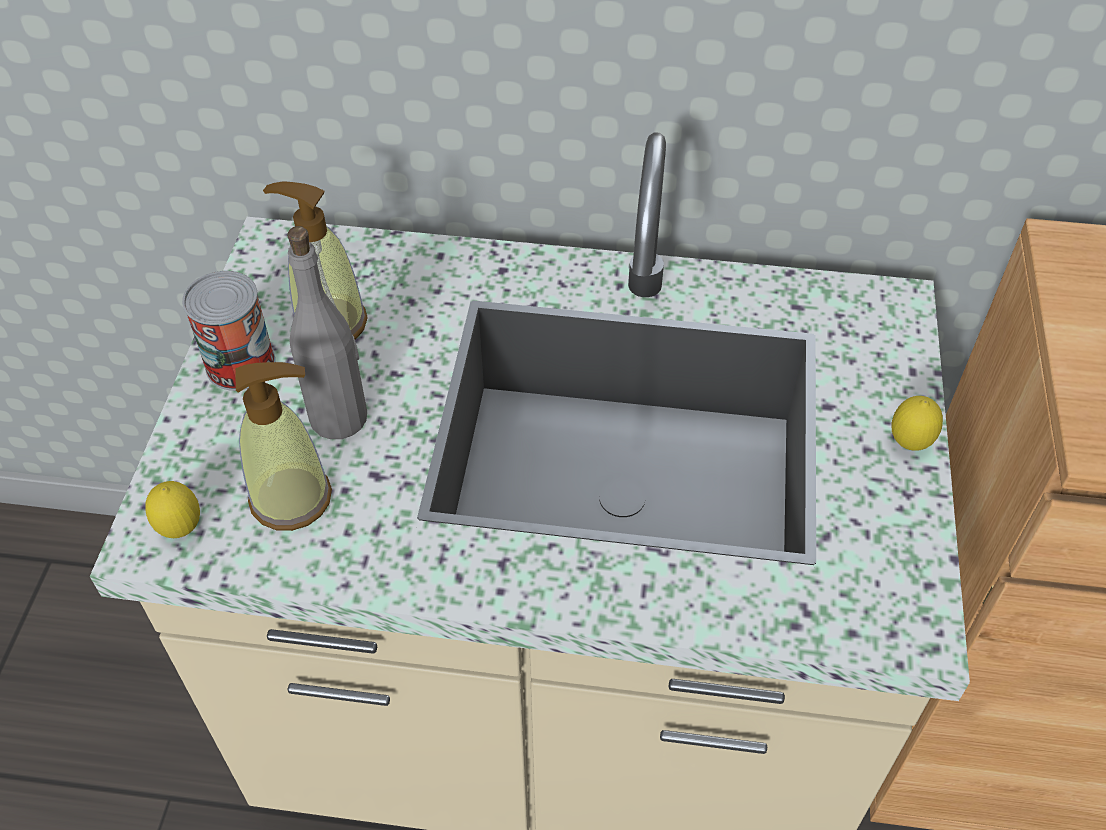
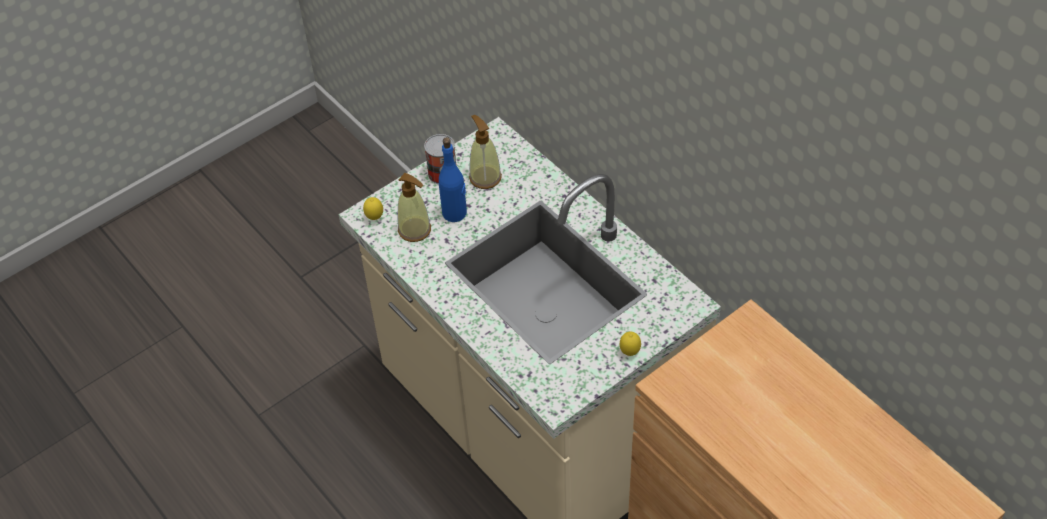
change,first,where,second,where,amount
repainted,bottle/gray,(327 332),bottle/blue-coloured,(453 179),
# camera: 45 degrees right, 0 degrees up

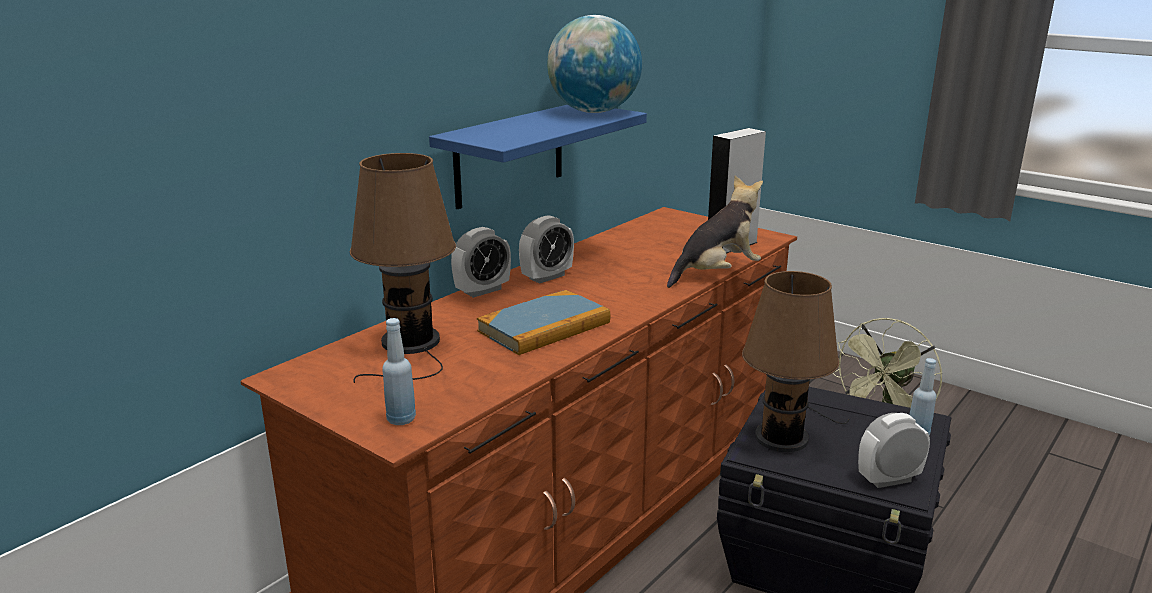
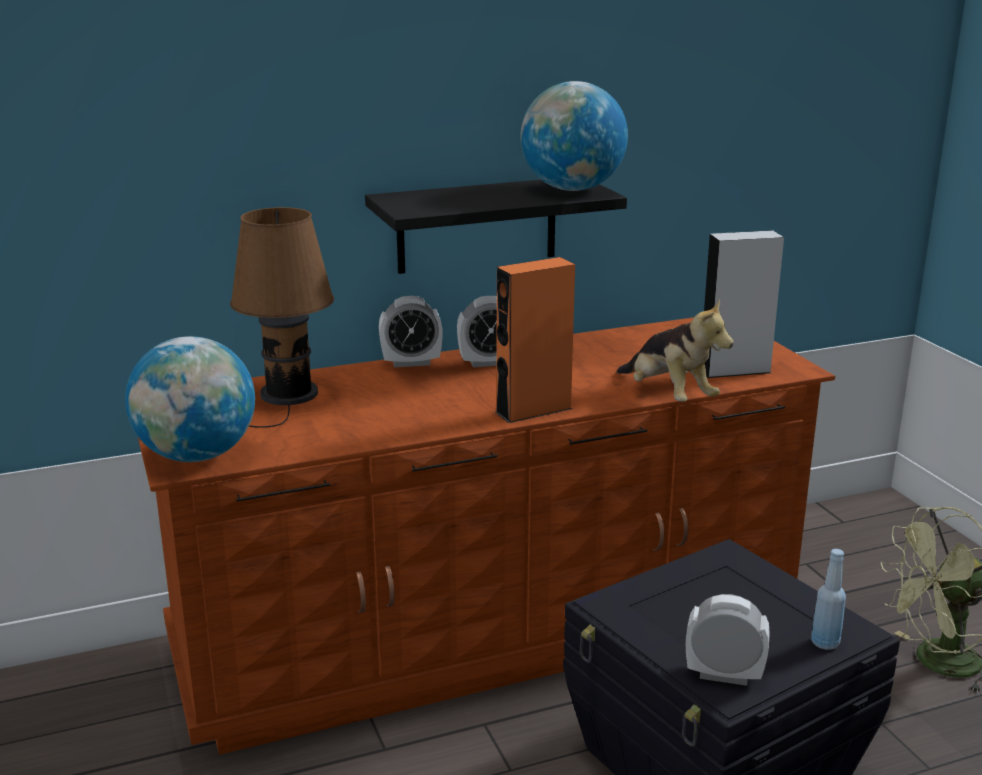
change,first,where,second,where,amount
gone,book,(543 322),,,
gone,lamp for a table/brown,(795 361),,,
new,,,audio speaker/orange-coloured,(535 340),
swapped,bottle/blue-coloured,(399 371),world globe,(190 399),
repainted,wall shelf/blue-coloured,(538 157),wall shelf/black,(496 227),
rotated,plush toy,(715 232),,(675 350),60 degrees clockwise
# camera: 30 degrees right, 0 degrees up

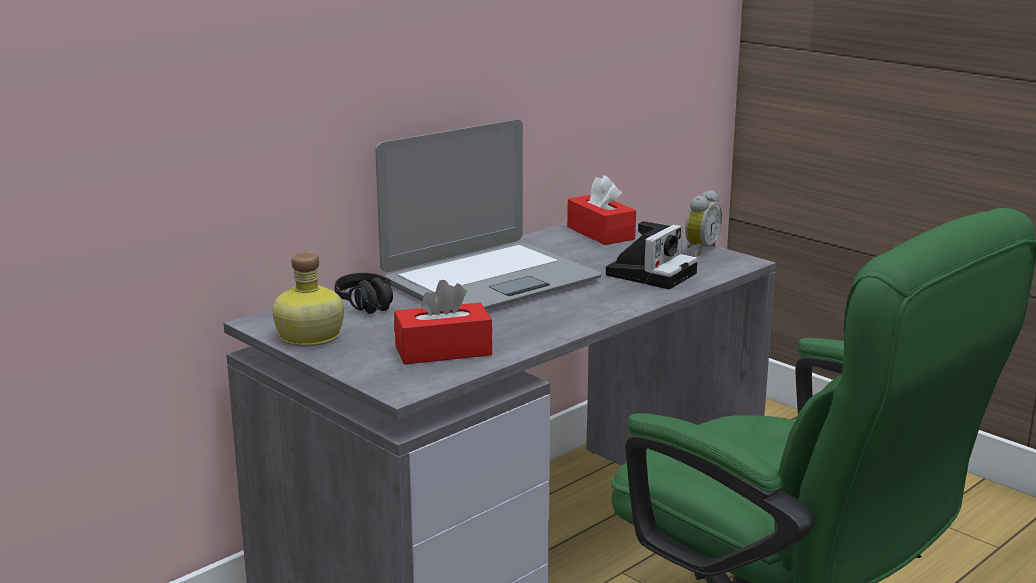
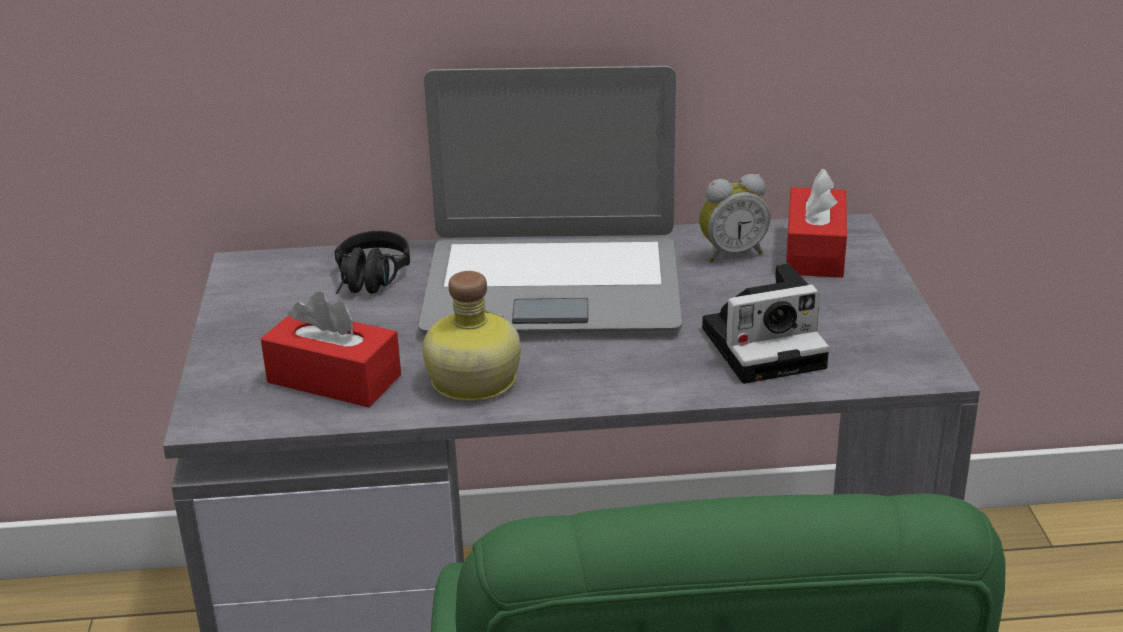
change,first,where,second,where,amount
shifted,bottle,(308 299),,(471 336),
shifted,table clock,(703 223),,(735 218),
# camera: 40 degrees right, 10 degrees up

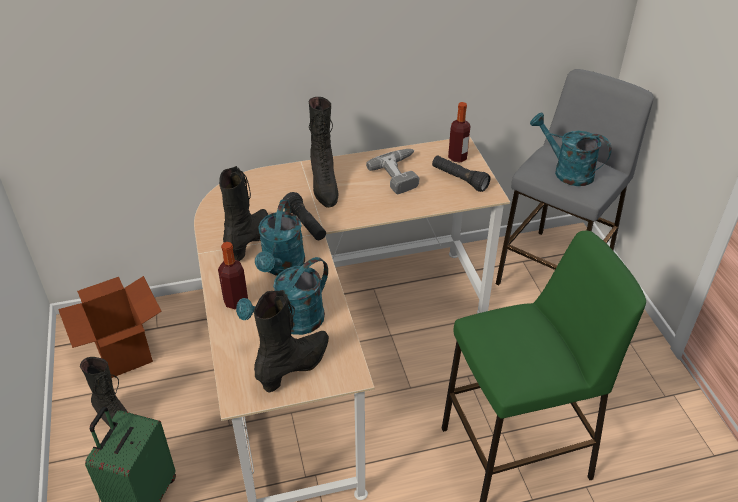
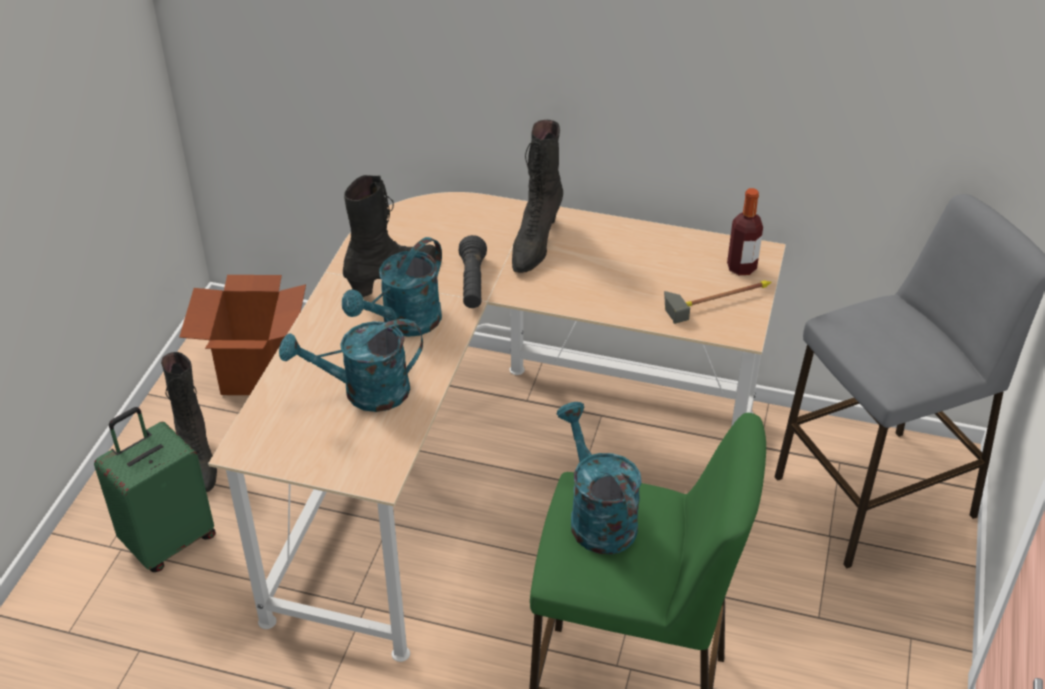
change,first,where,second,where,amount
gone,bottle,(233 275),,,
gone,tall boot/black,(291 341),,,
gone,power drill,(393 171),,,
shifted,watering can/turquoise-coloured,(571 149),,(599 478),
swapped,hand torch/black,(461 174),tool hammer,(718 302),
# camera: 30 degrees right, 0 degrees up

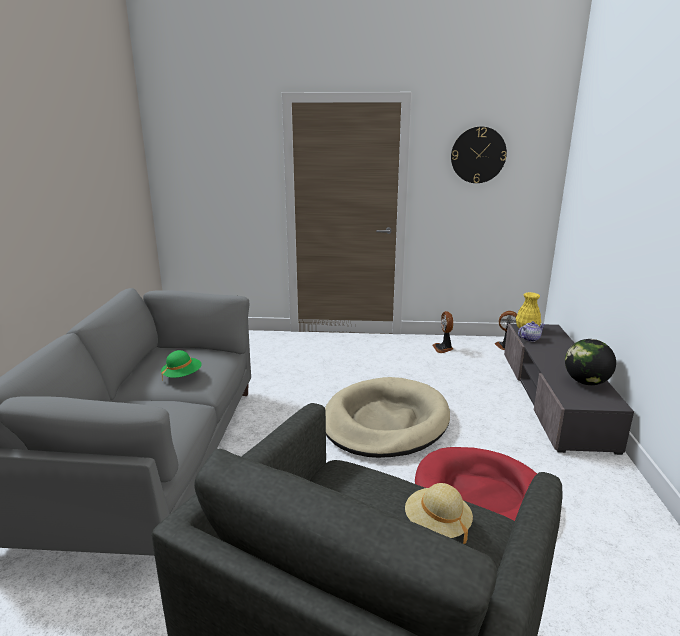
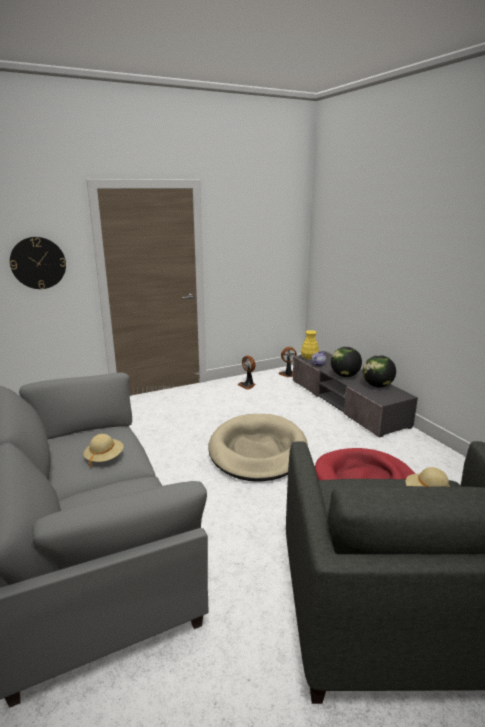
change,first,where,second,where,amount
new,,,world globe,(346 362),
shifted,clock on the wall,(479 155),,(38 263),
repainted,clothing hat/green,(181 365),clothing hat/sand-coloured,(104 451),
# camera: 30 degrees left, 0 degrees up

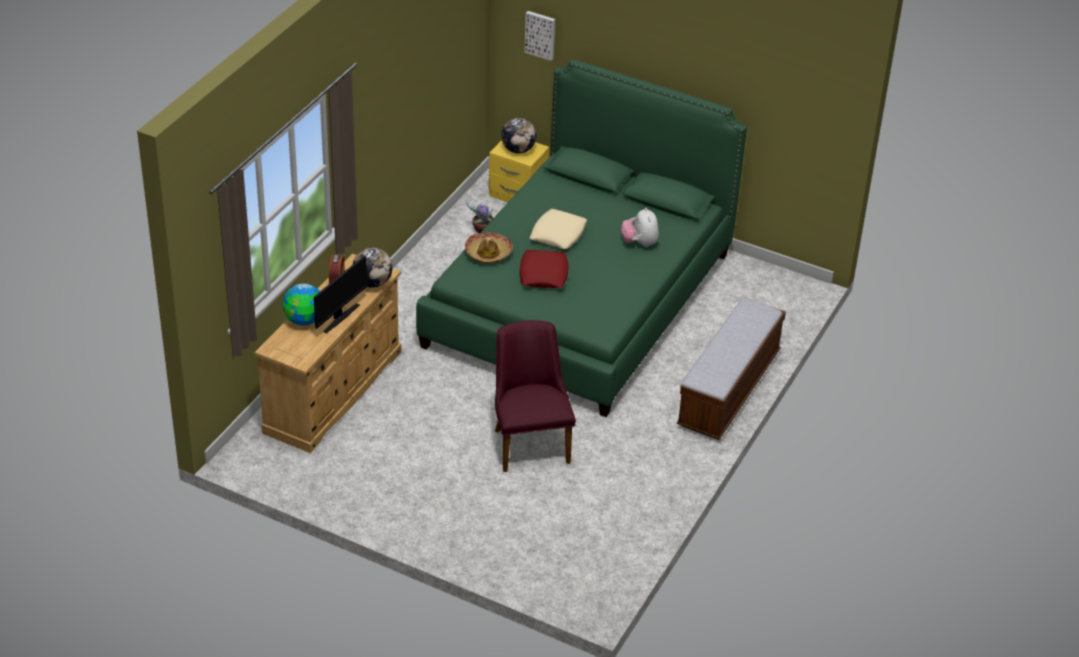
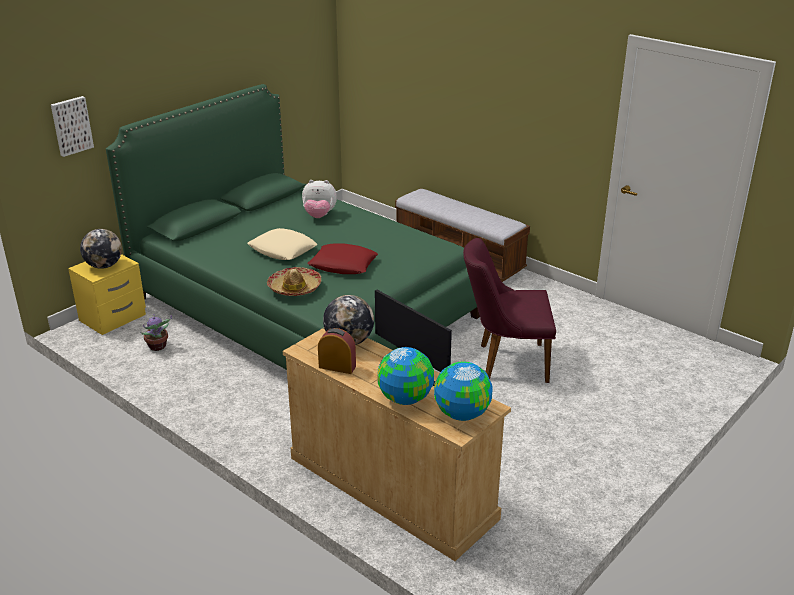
change,first,where,second,where,amount
new,,,world globe,(463 391),
# camera: 75 degrees left, 10 degrees down

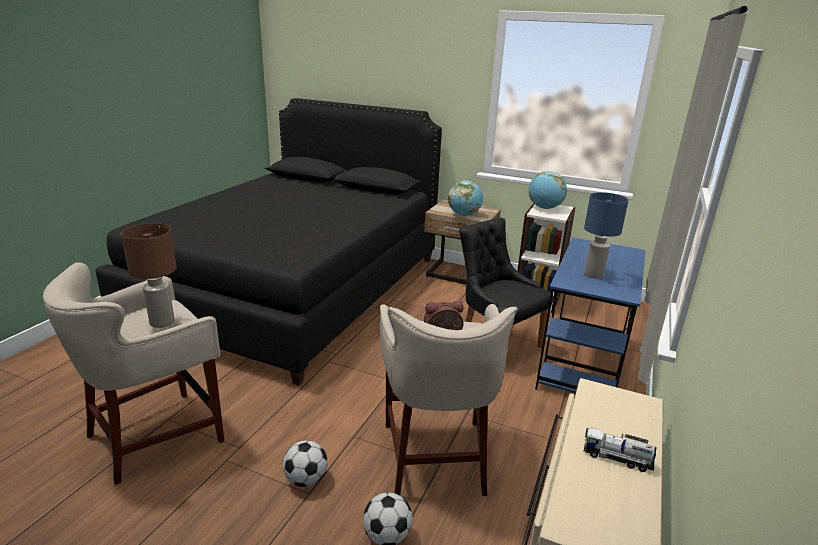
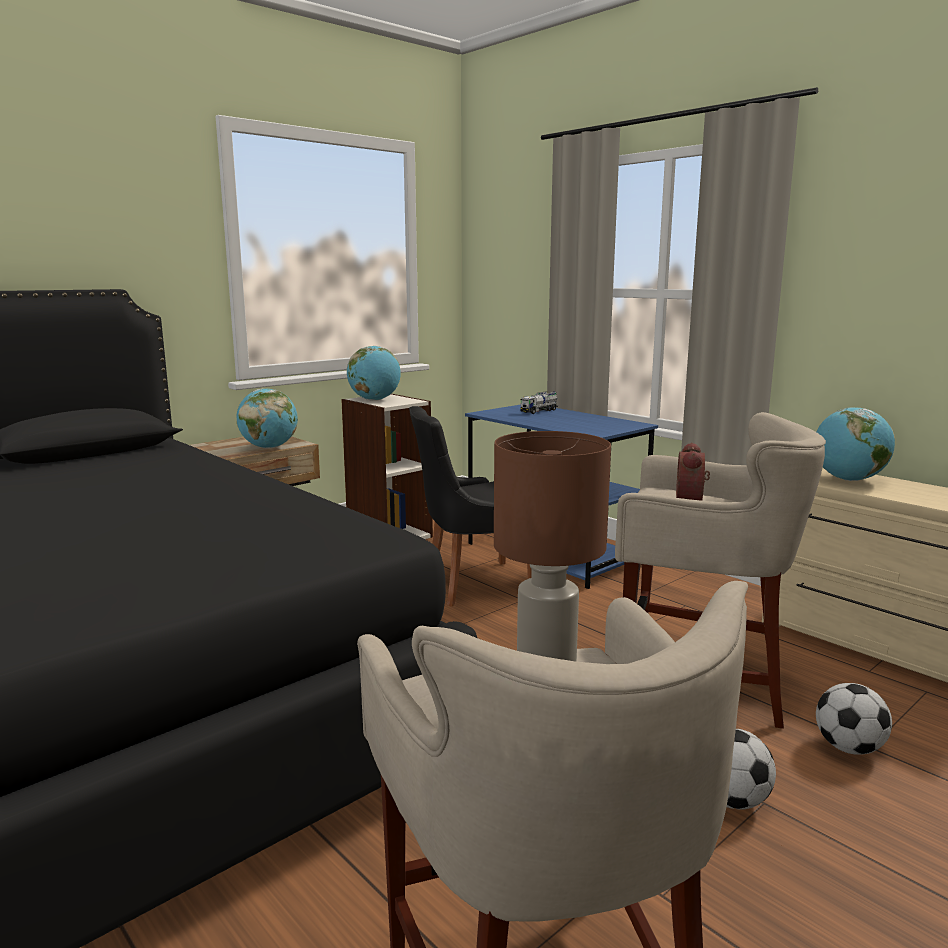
change,first,where,second,where,amount
gone,lamp for a table/blue-coloured,(606 235),,,
new,,,world globe,(856 444),
shifted,model truck,(620 449),,(539 402),
# camera: 65 degrees left, 10 degrees down

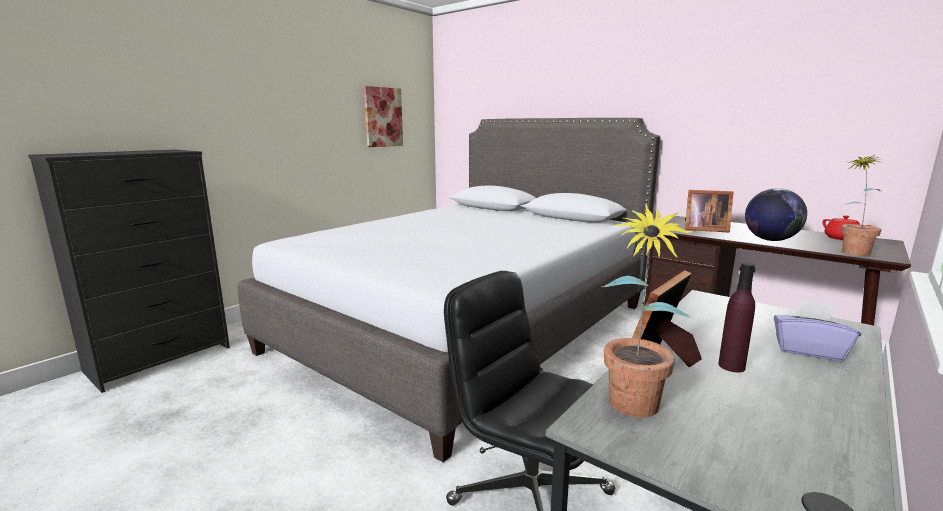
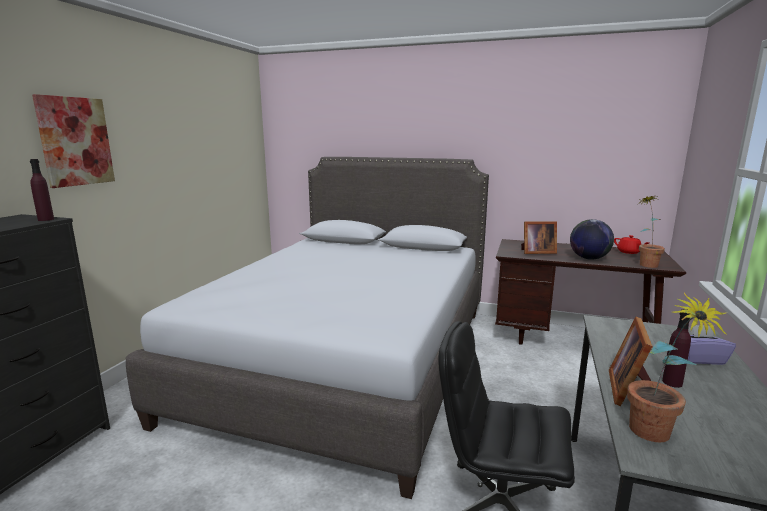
change,first,where,second,where,amount
new,,,bottle/purple-coloured,(42 190),
shifted,picture,(383 116),,(73 141),
# camera: 20 degrees left, 0 degrees up

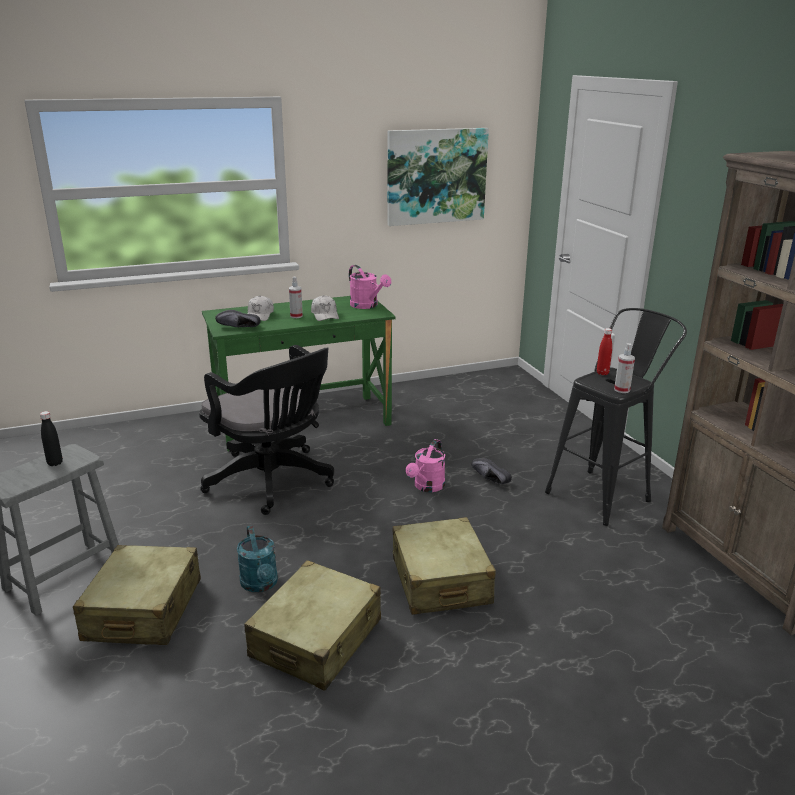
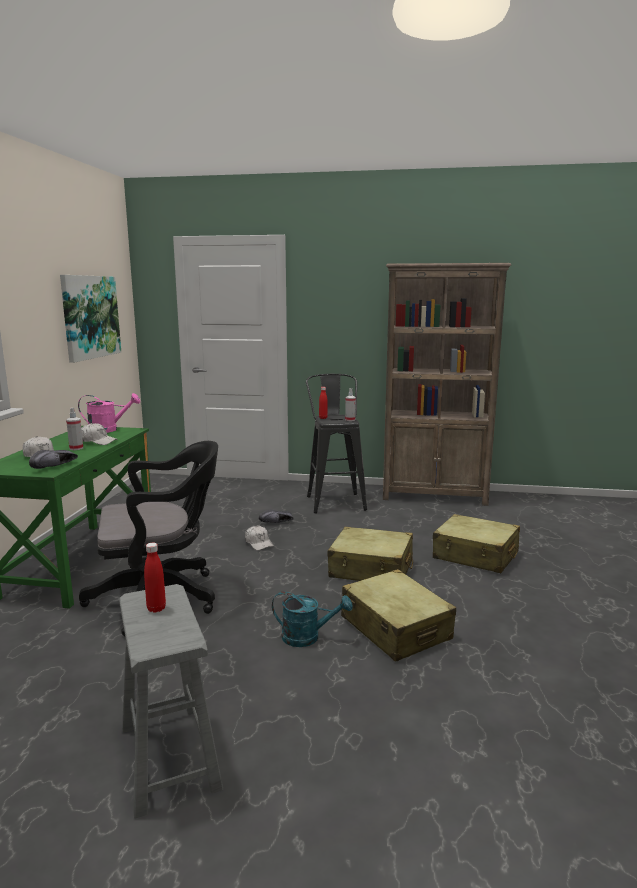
change,first,where,second,where,amount
shifted,travel case/sand-coloured,(137 595),,(476 543),
swapped,watering can/pink-coloured,(425 465),baseball cap/whitish,(259 538),
repainted,bottle/black,(51 438),bottle/red-coloured,(155 578),
# camera: 60 degrees left, 10 degrees down

